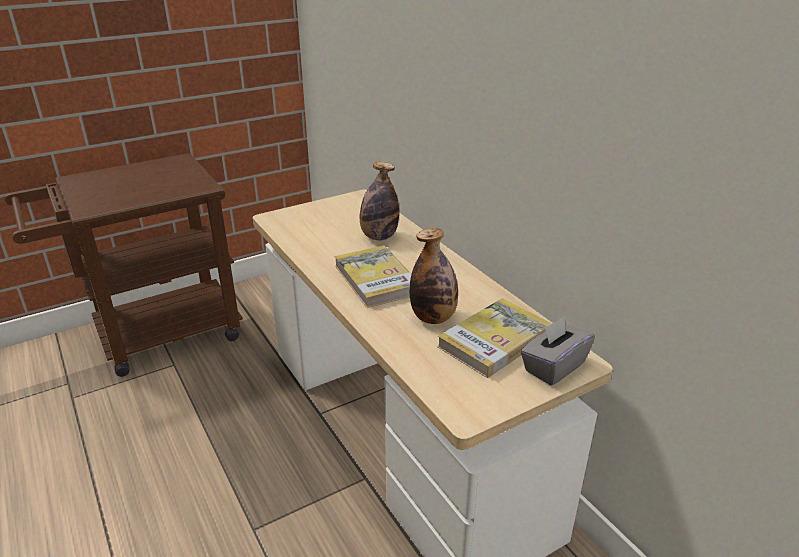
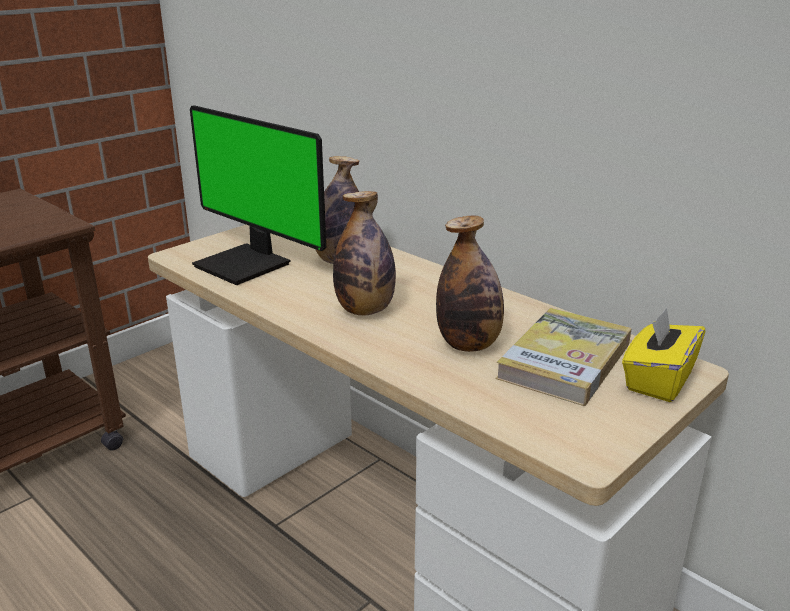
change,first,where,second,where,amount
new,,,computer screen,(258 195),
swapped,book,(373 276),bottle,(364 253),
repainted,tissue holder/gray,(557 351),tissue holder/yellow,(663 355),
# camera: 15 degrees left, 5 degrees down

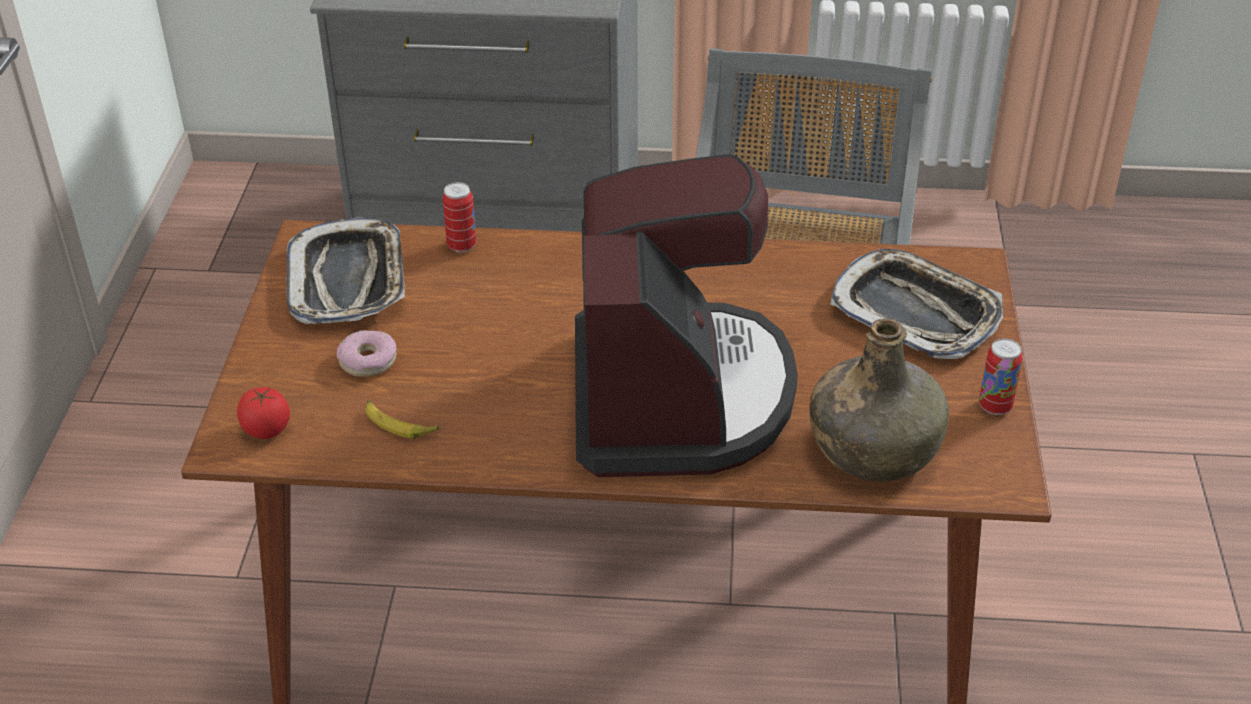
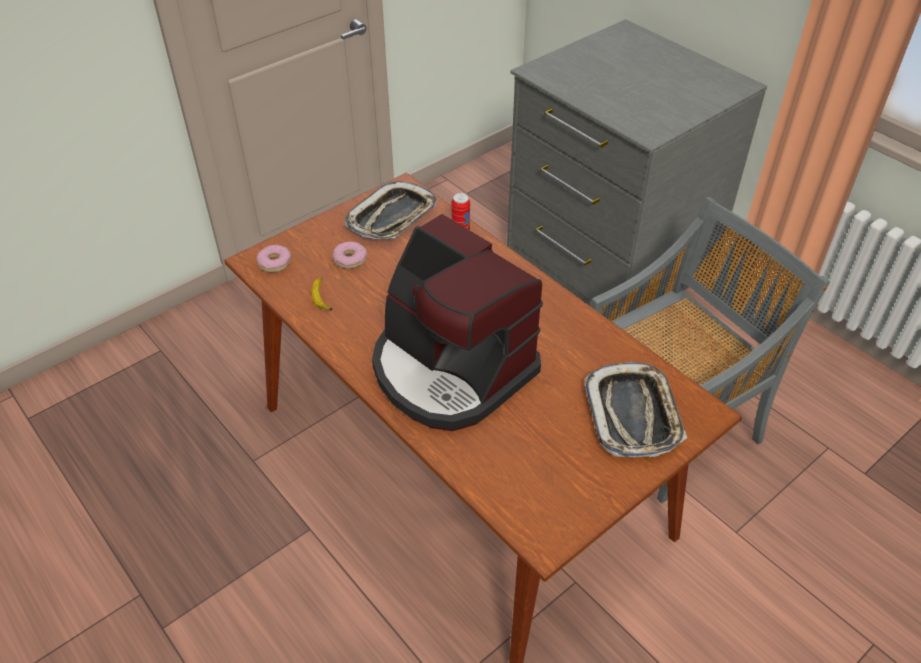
change,first,where,second,where,amount
gone,bottle/green,(879 400),,,
gone,can,(1001 376),,,
swapped,whole tomato,(263 413),donut,(274 259),
rotated,coffee maker,(686 315),,(457 322),90 degrees clockwise
# camera: 45 degrees right, 5 degrees up

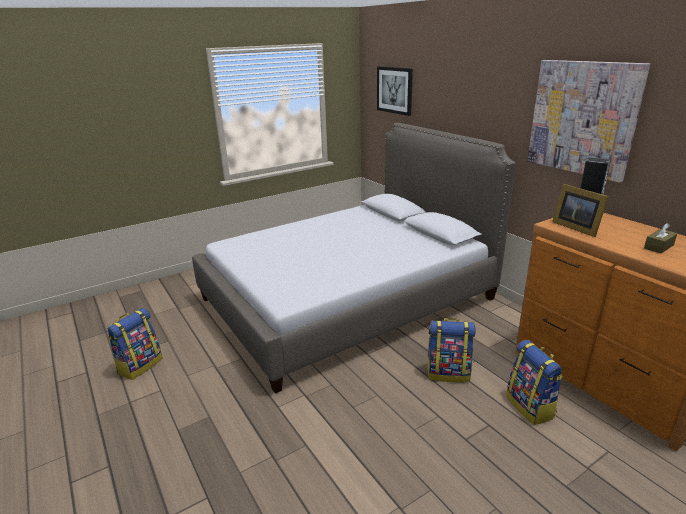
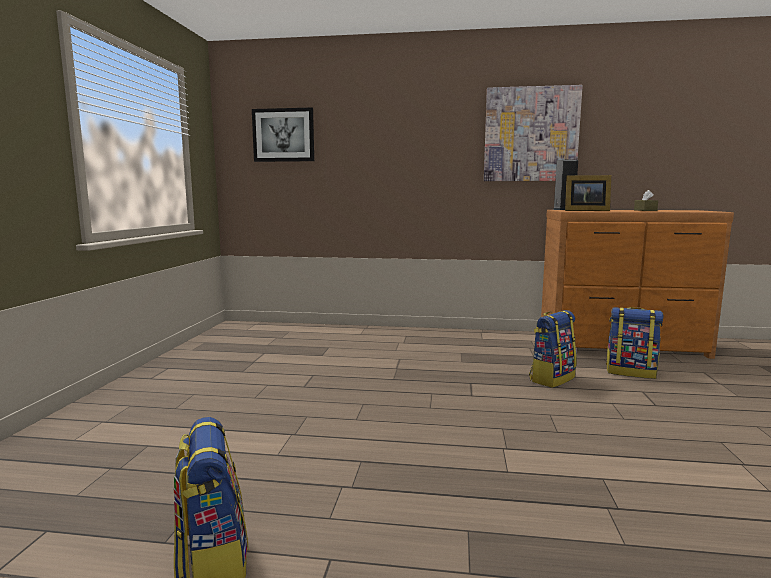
change,first,where,second,where,amount
gone,bedroom bed,(354 258),,,
# camera: 50 degrees left, 15 degrees down

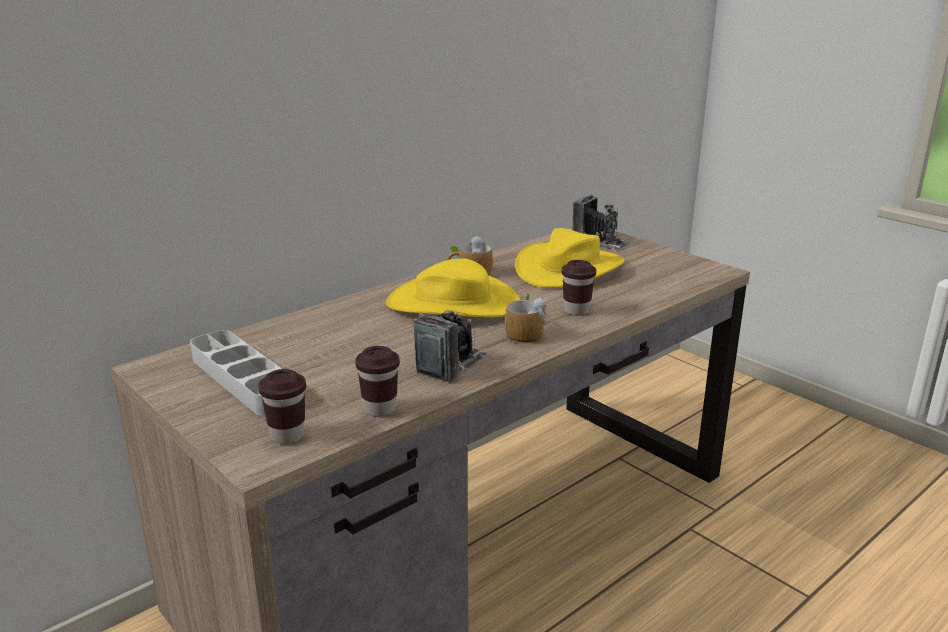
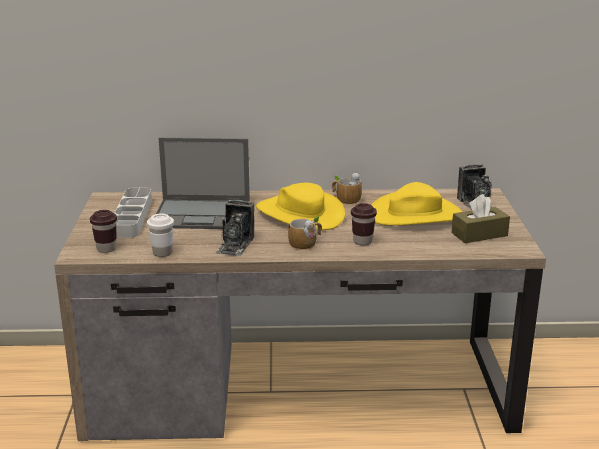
change,first,where,second,where,amount
new,,,notebook computer,(203 183),
new,,,tissue holder/brown,(480 218),
repainted,drinking cup/brown,(377 381),drinking cup/whitish,(160 235),
rotated,photo camera,(450 346),,(234 228),120 degrees clockwise
# camera: 40 degrees right, 0 degrees up

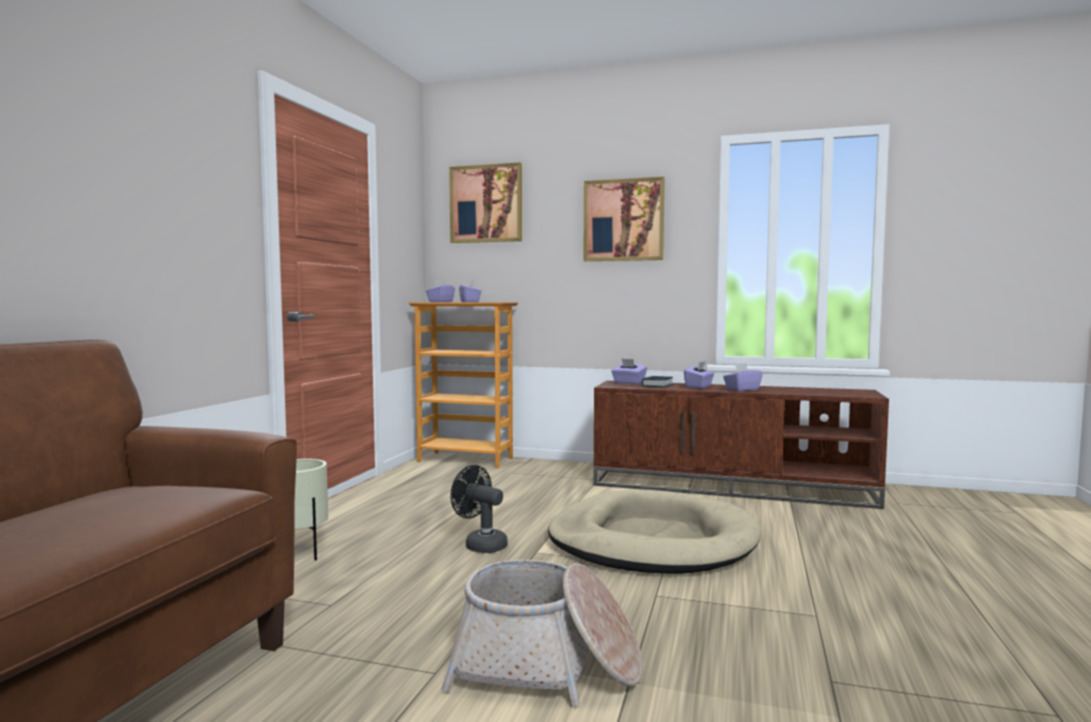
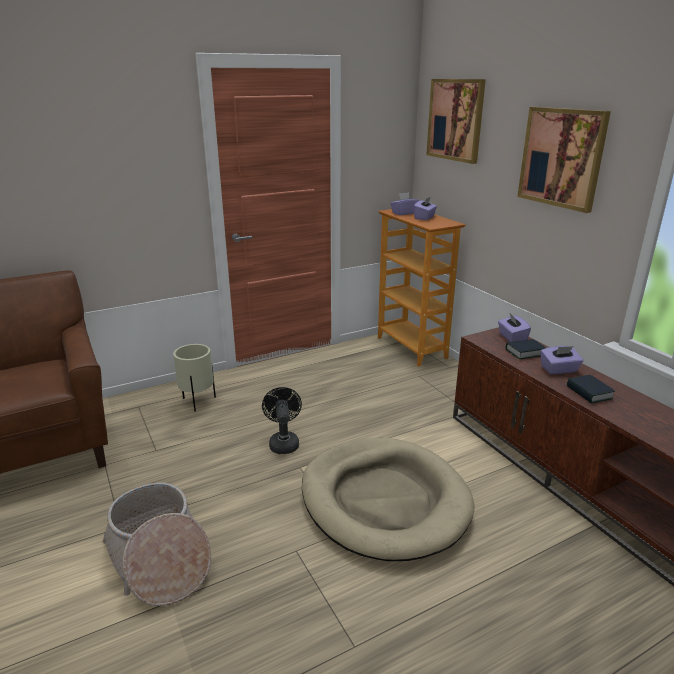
change,first,where,second,where,amount
swapped,tissue holder/purple-coloured,(743 377),book,(591 389),
# camera: 45 degrees right, 20 degrees up

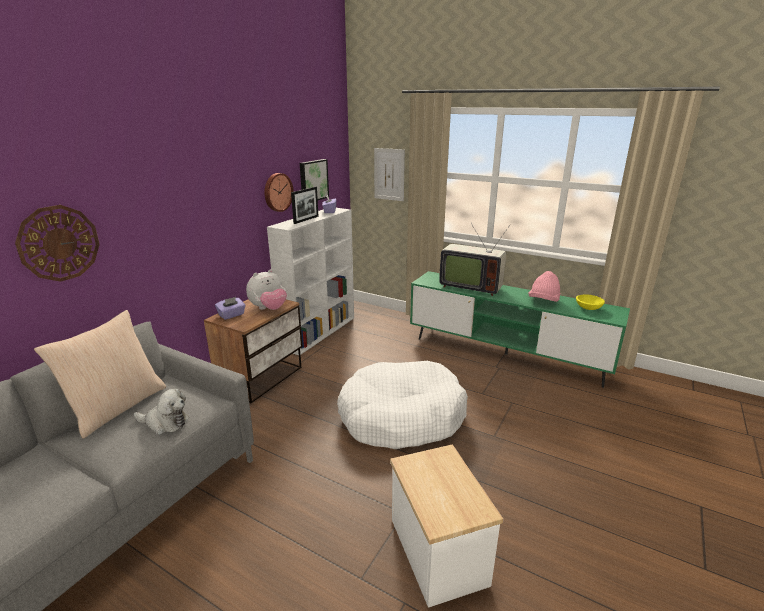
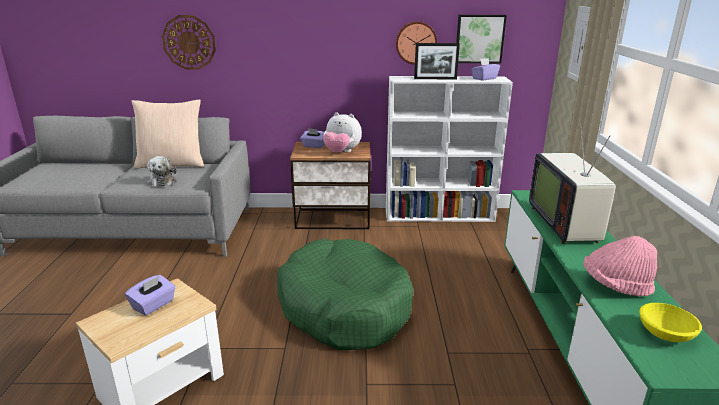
change,first,where,second,where,amount
new,,,tissue holder/purple-coloured,(150 295),
repainted,dog cushion/whitish,(402 405),dog cushion/green,(345 294),
# camera: 60 degrees right, 0 degrees up

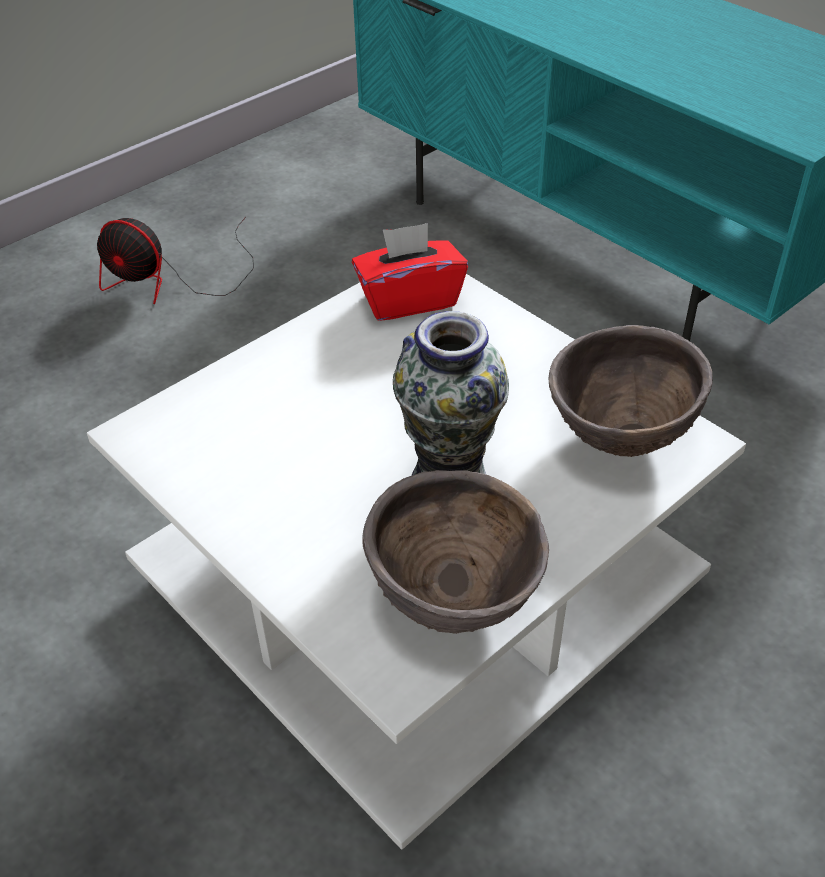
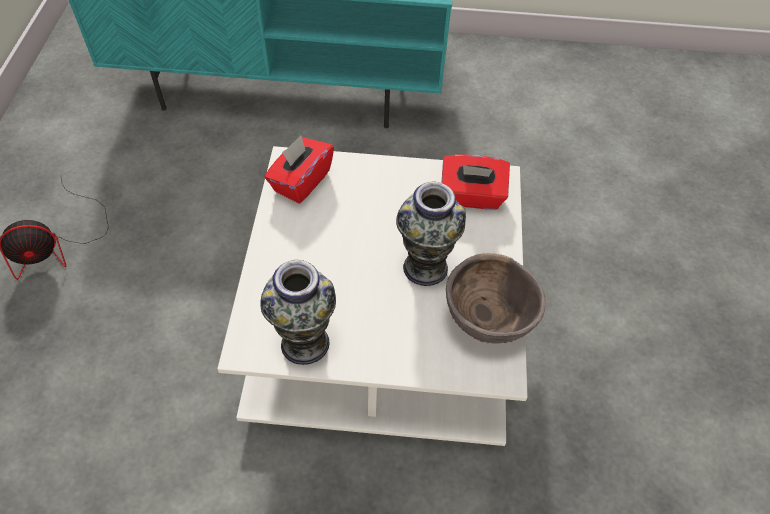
change,first,where,second,where,amount
new,,,flower vase,(298 312),
swapped,bowl/brown,(631 391),tissue holder/red-coloured,(476 182),
# camera: 45 degrees left, 10 degrees up

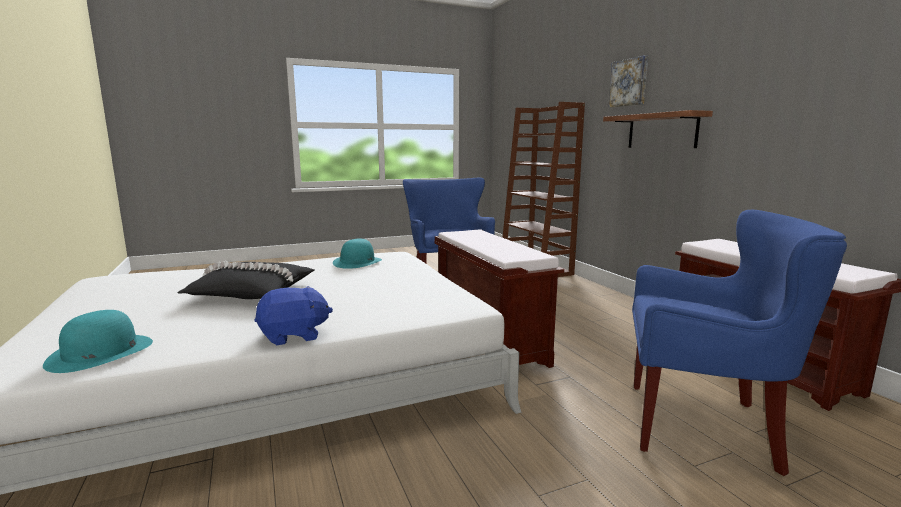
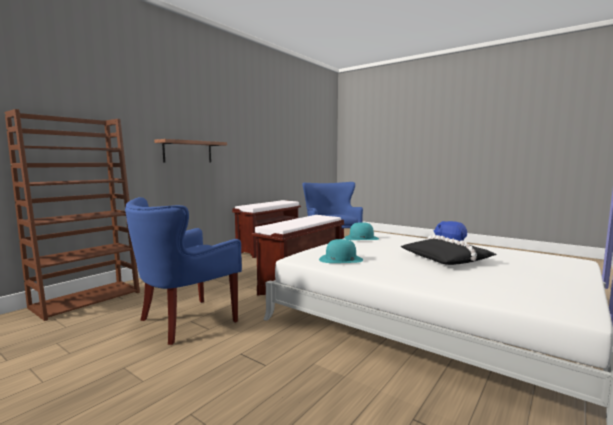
change,first,where,second,where,amount
gone,picture,(628 81),,,
shifted,clothing hat/turquoise-coloured,(98 341),,(361 231),
# camera: 120 degrees left, 5 degrees down

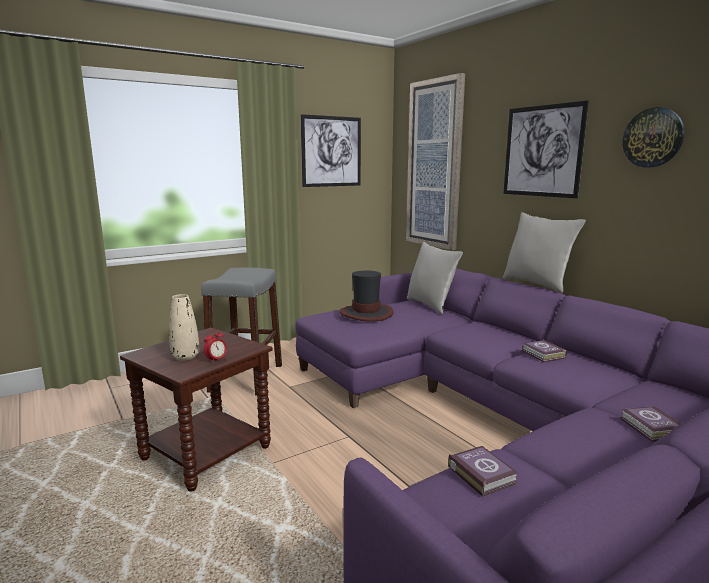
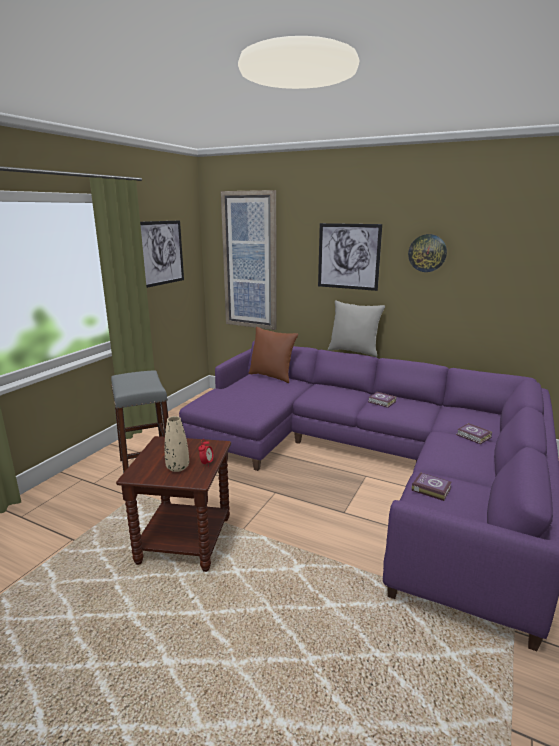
change,first,where,second,where,amount
gone,clothing hat,(366 296),,,
repainted,throw pillow/gray,(435 278),throw pillow/brown,(273 354),
# camera: 30 degrees left, 5 degrees up

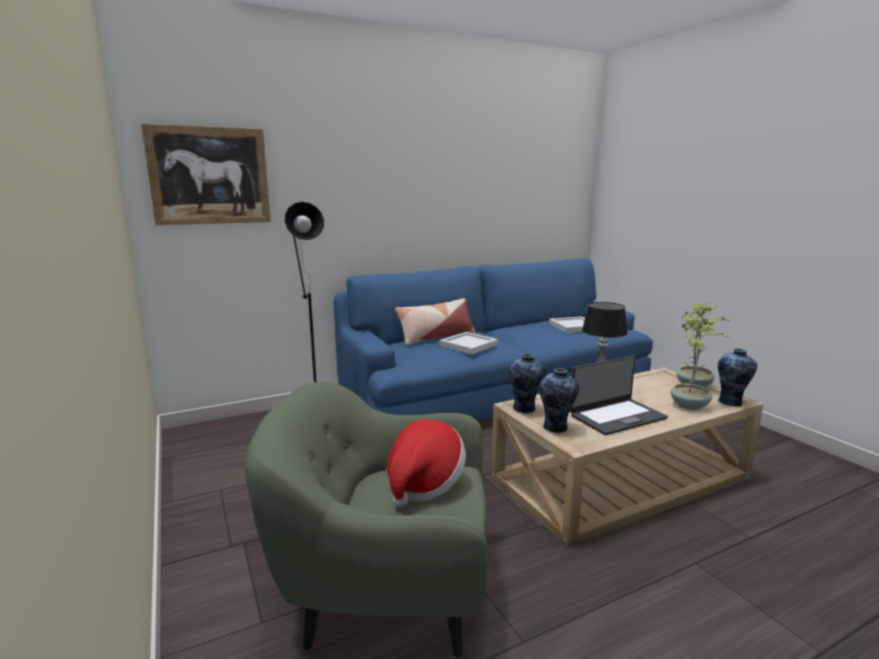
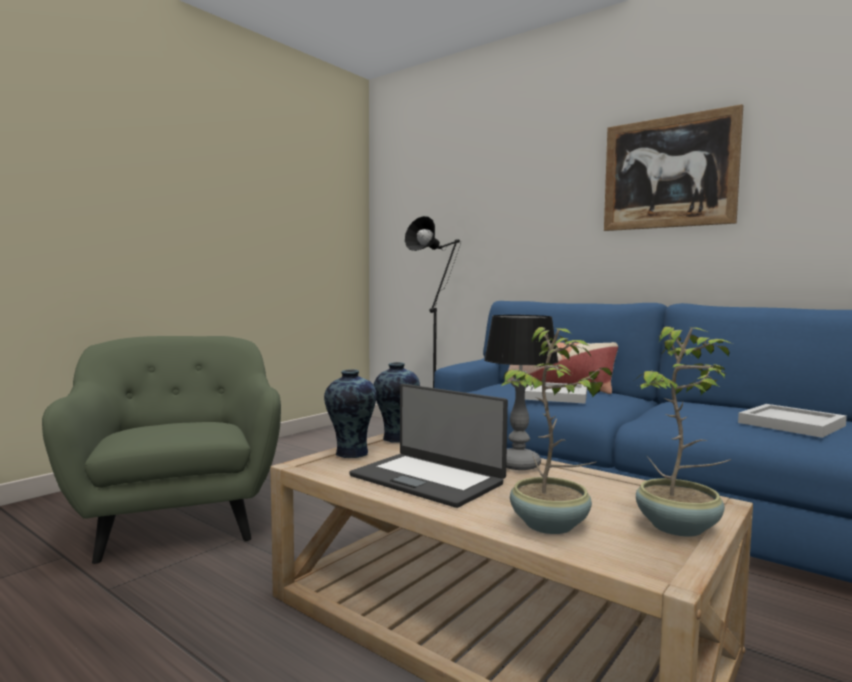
change,first,where,second,where,amount
gone,clothing hat,(426 463),,,
gone,flower vase,(737 377),,,
shifted,picture,(206 174),,(673 167),
# camera: 65 degrees right, 10 degrees down

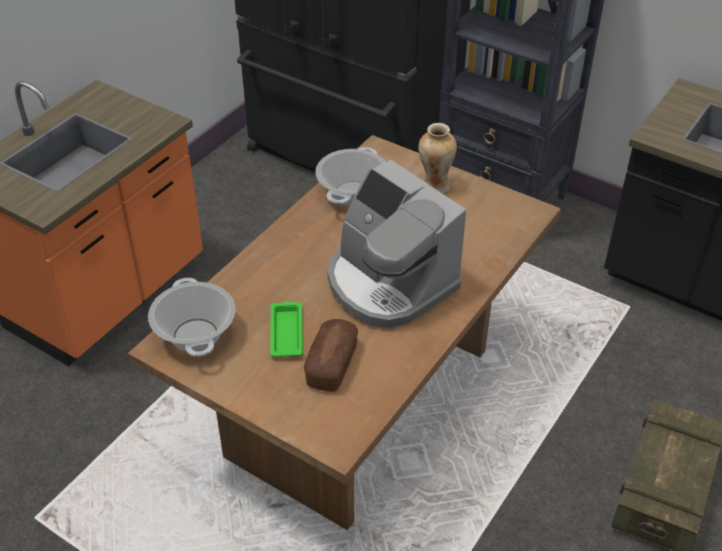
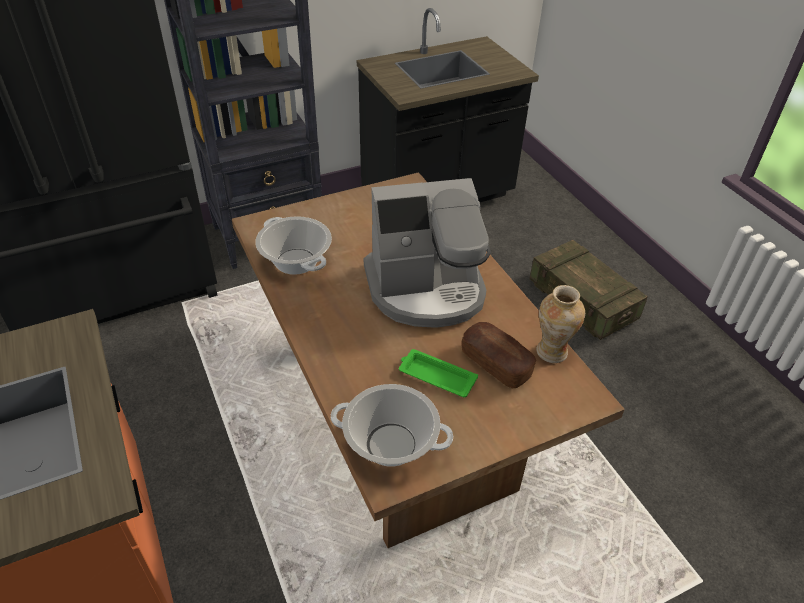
change,first,where,second,where,amount
shifted,flower vase,(437 158),,(560 324),
# camera: 60 degrees left, 0 degrees up

